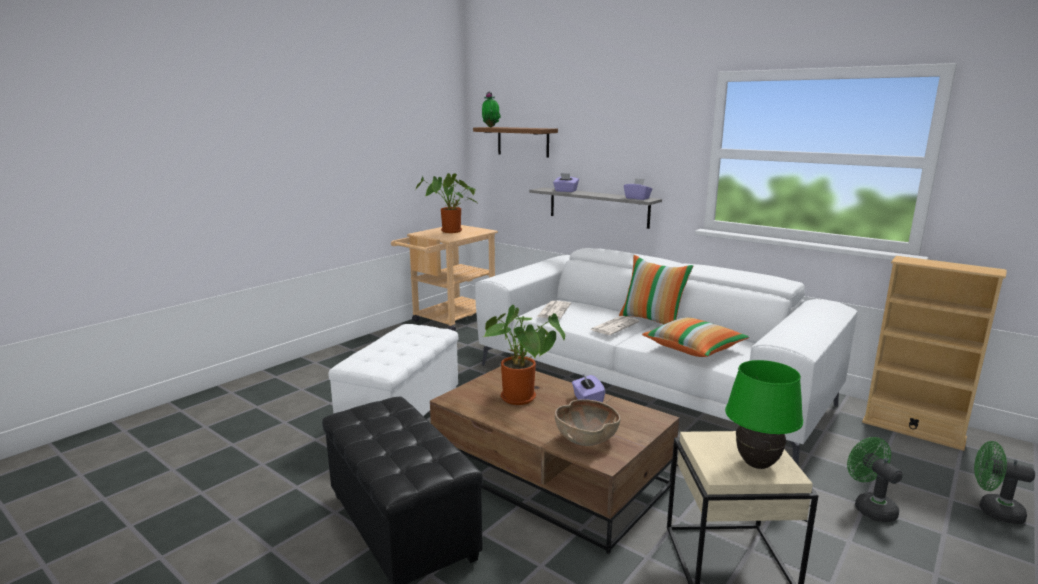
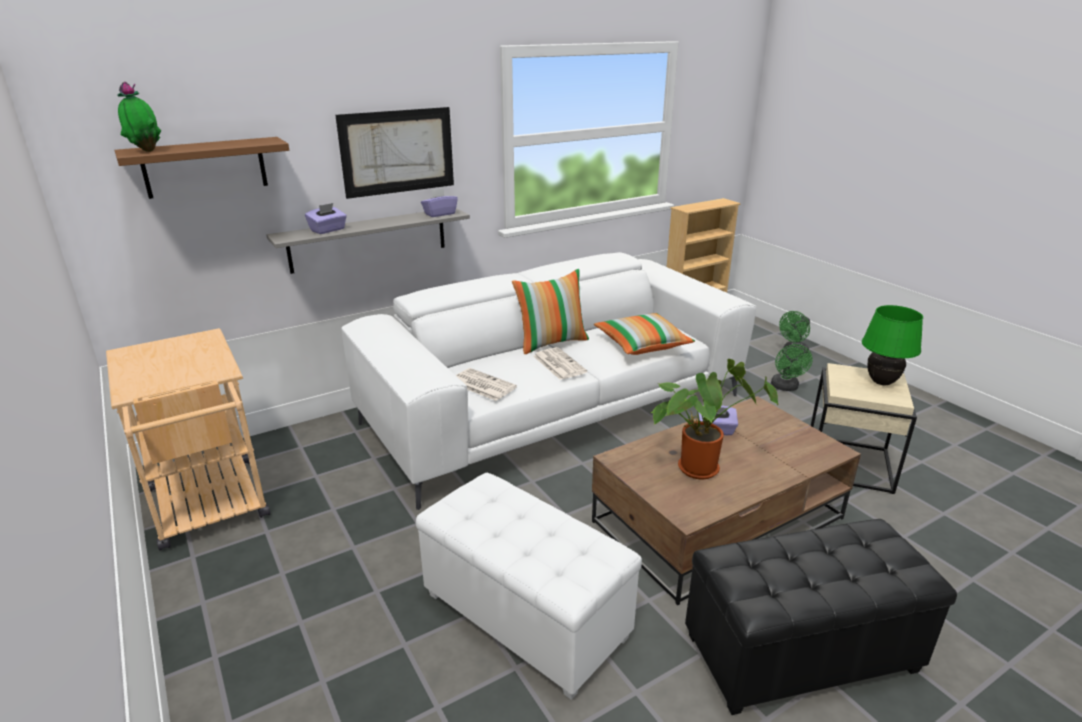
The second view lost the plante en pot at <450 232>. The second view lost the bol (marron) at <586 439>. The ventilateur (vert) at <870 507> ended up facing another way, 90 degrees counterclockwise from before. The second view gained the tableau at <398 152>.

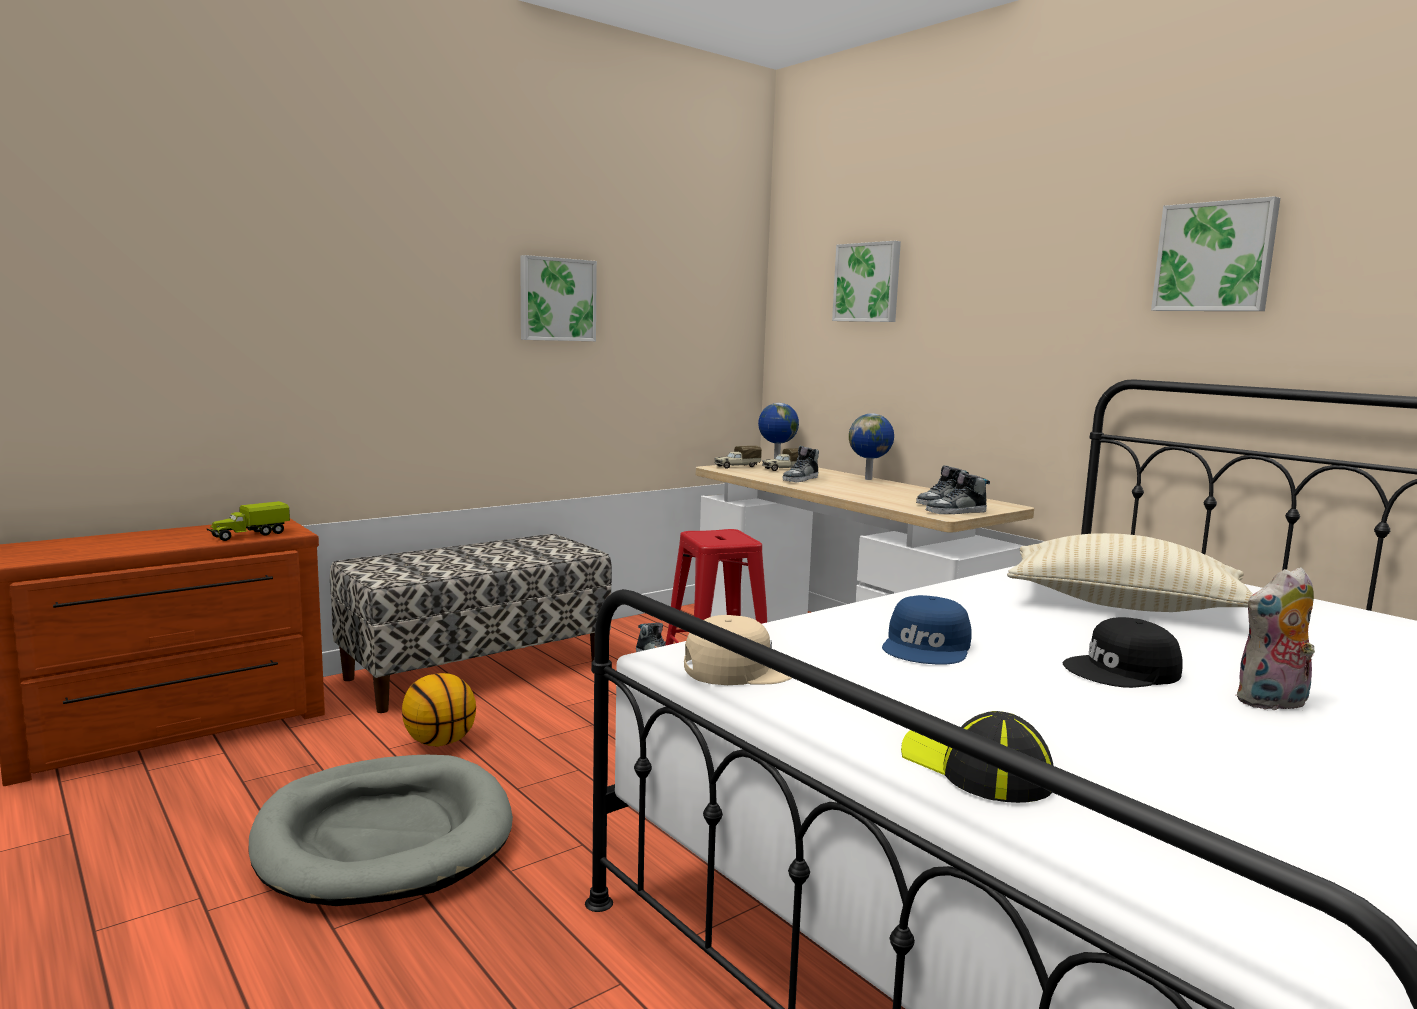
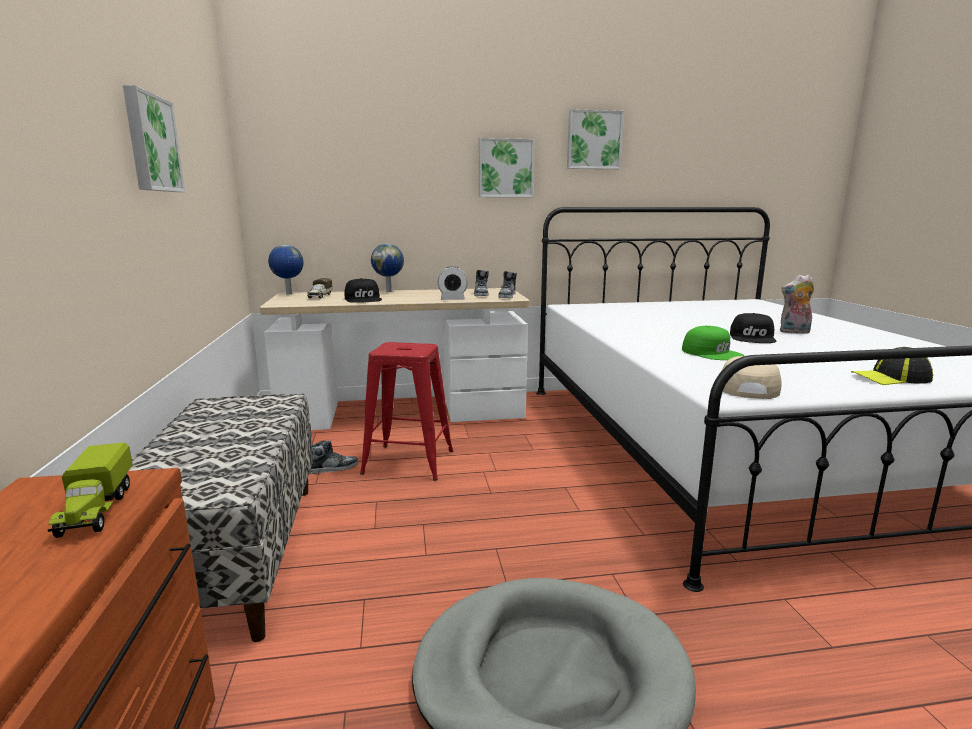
The tableau ended up elsewhere, having gone from <868 282> to <505 168>. The second view lost the camion jouet at <736 466>. Where the chaussure stood at <800 479>, the casquette (noir) came to stand at <364 299>. The second view lost the coussin (beige) at <1124 605>. The peluche at <1272 703> ended up facing another way, 75 degrees clockwise from before. What was the casquette (bleu) at <928 647> turned into the casquette (vert) at <712 353>. The second view lost the ballon de basket at <439 742>. The second view gained the réveil at <452 299>.

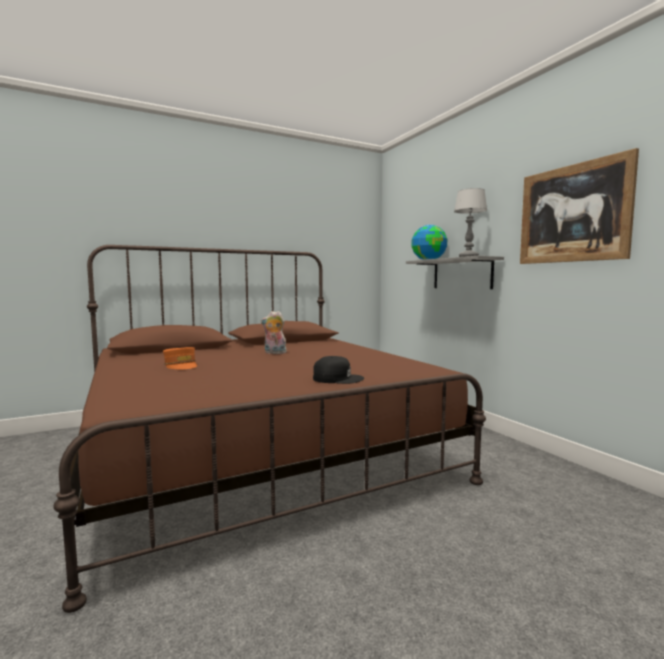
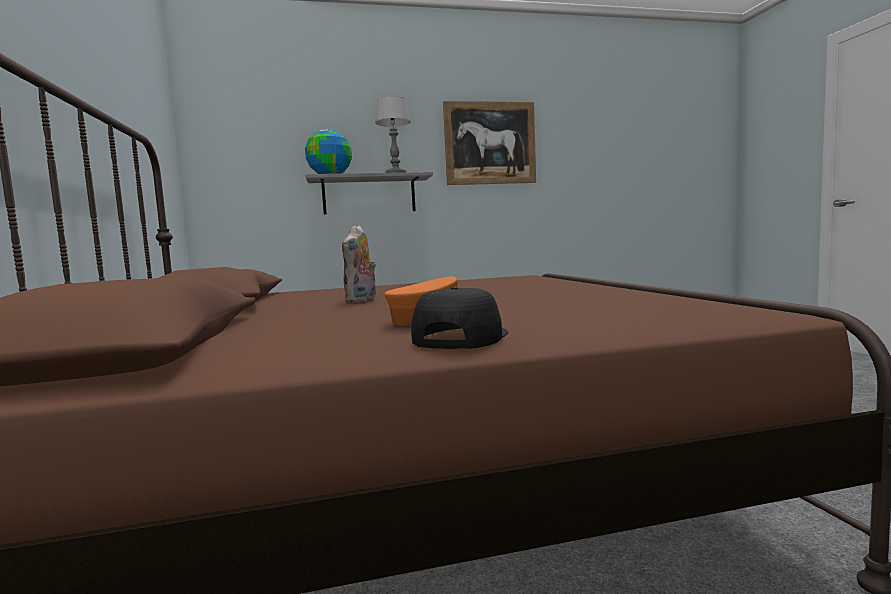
The casquette (noir) ended up elsewhere, having gone from <337 378> to <459 337>.

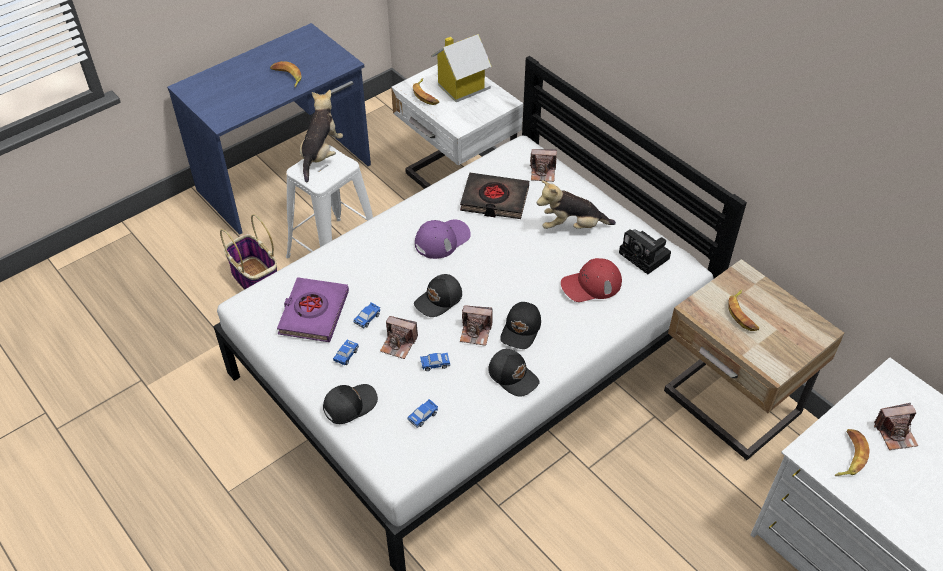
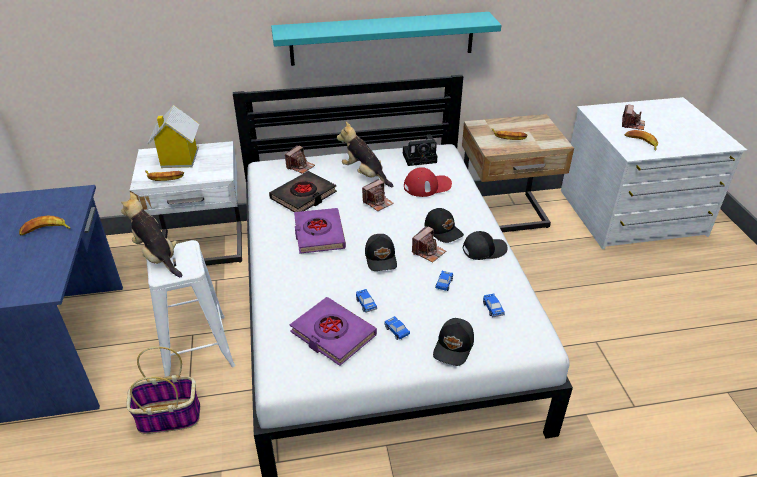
The peluche at <572 226> ended up facing another way, 105 degrees clockwise from before. Where the casquette (violet) stood at <442 239>, the livre (violet) came to stand at <319 234>. The casquette (rouge) at <591 284> ended up facing another way, 120 degrees counterclockwise from before. The appareil photo ended up elsewhere, having gone from <398 344> to <378 202>. The casquette (noir) at <349 405> ended up facing another way, 150 degrees counterclockwise from before. The second view gained the étagère (turquoise) at <382 38>.

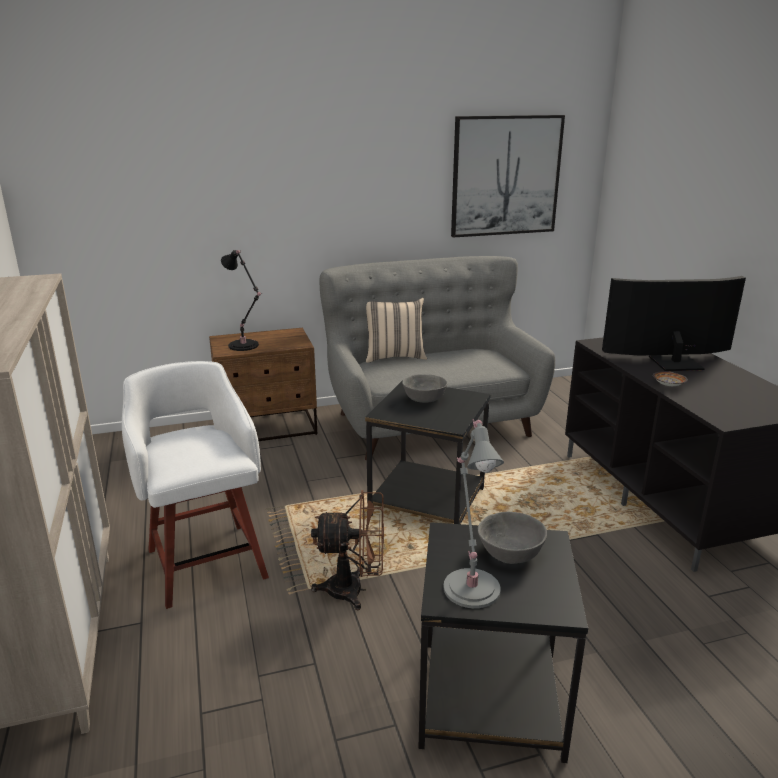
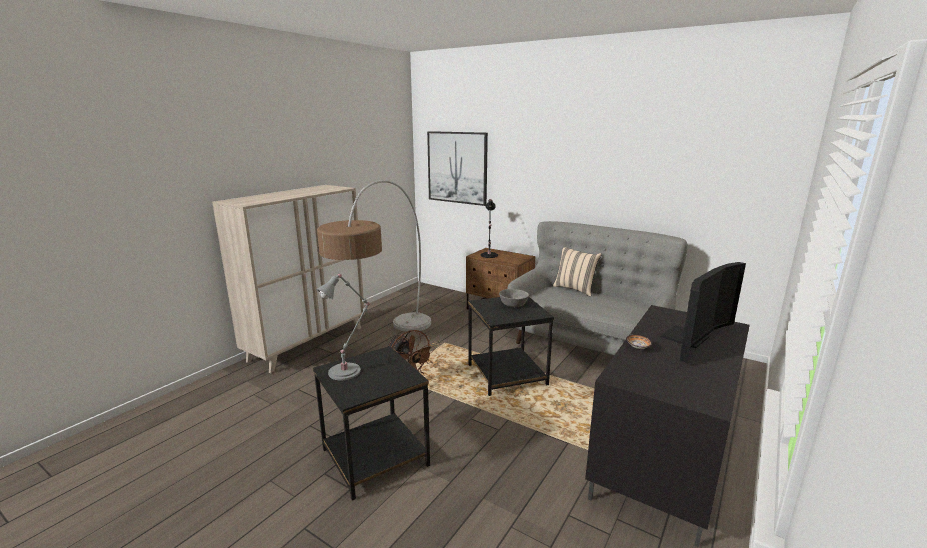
The tableau ended up elsewhere, having gone from <505 176> to <457 167>. The téléviseur at <673 360> ended up facing another way, 90 degrees clockwise from before. Where the tabouret (blanc) stood at <206 560>, the lampadaire came to stand at <384 346>. The second view lost the bol (gris) at <510 553>.

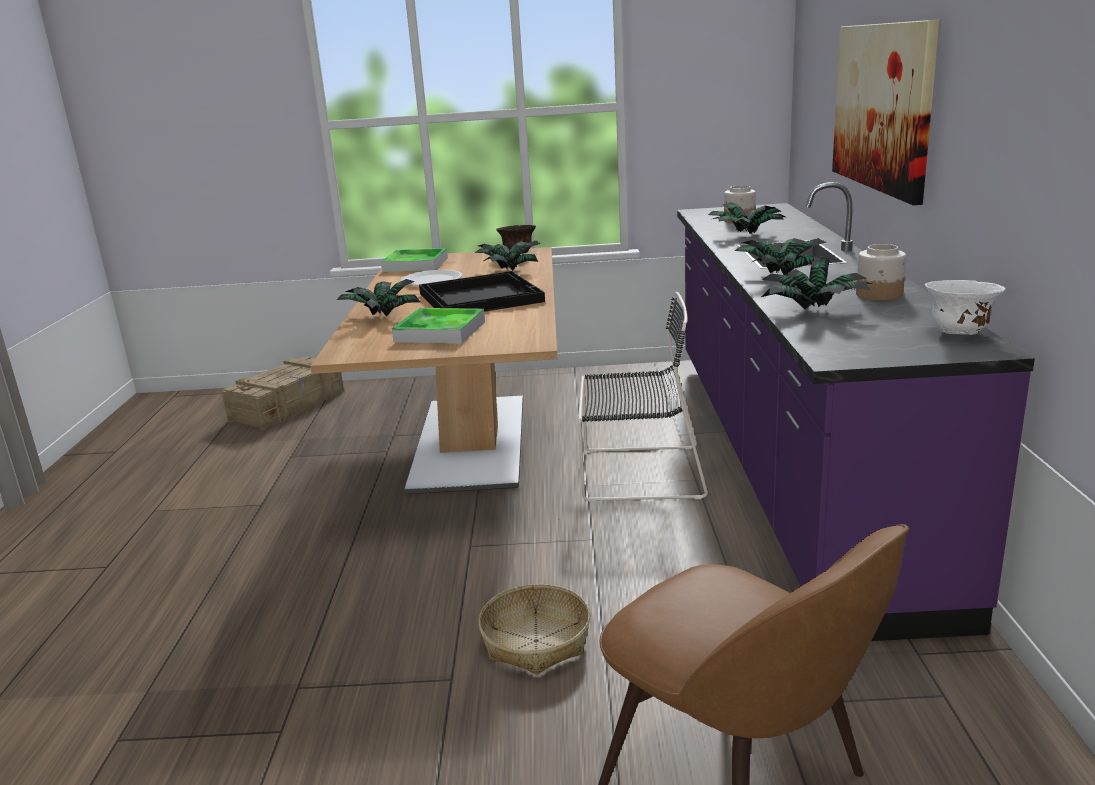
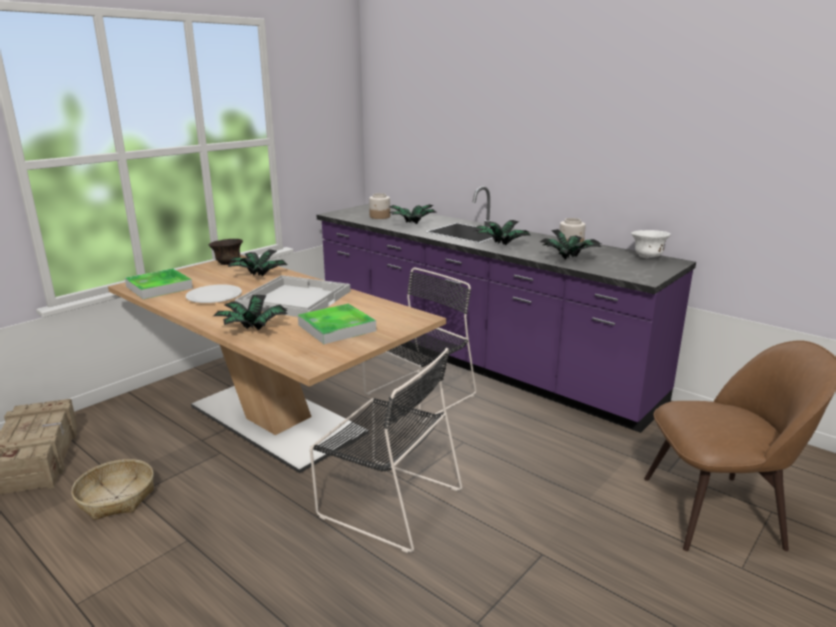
The second view lost the tableau at <882 107>. What was the plateau (noir) at <481 297> turned into the plateau (blanc) at <294 298>. The panier ended up elsewhere, having gone from <536 641> to <117 497>. The second view gained the chaise (noir) at <386 501>.

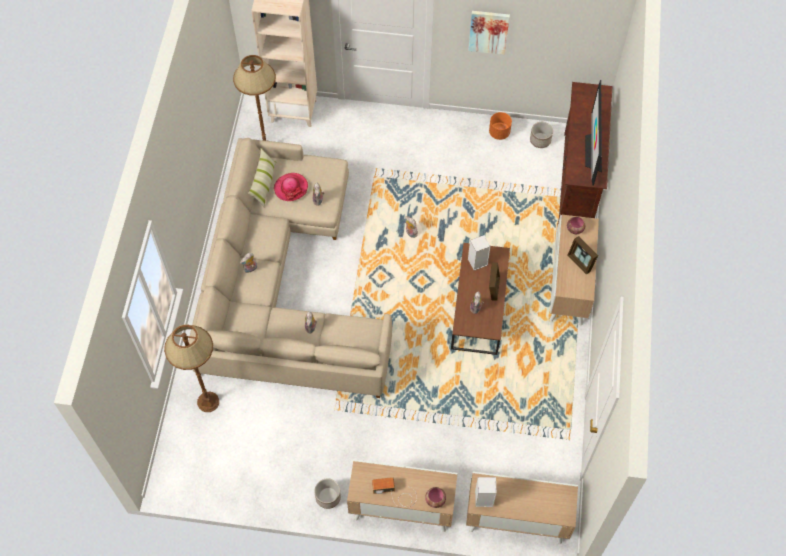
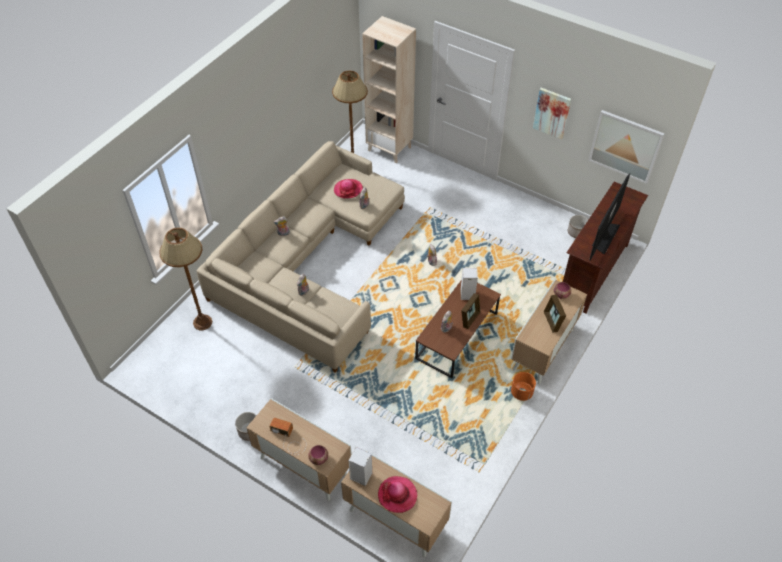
The cache-pot (orange) ended up elsewhere, having gone from <499 132> to <522 392>. The second view lost the coussin at <264 184>. The second view gained the tableau at <625 146>. The second view gained the chapeau at <397 495>.

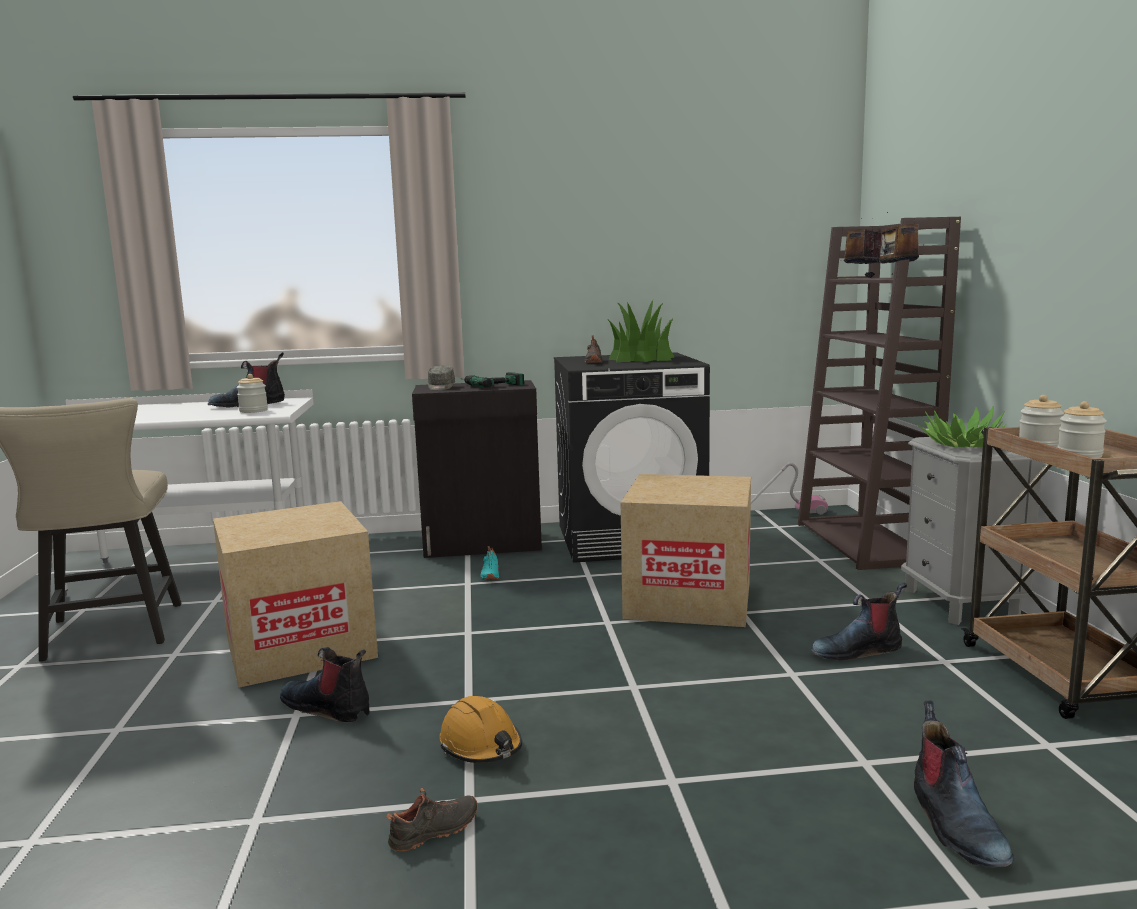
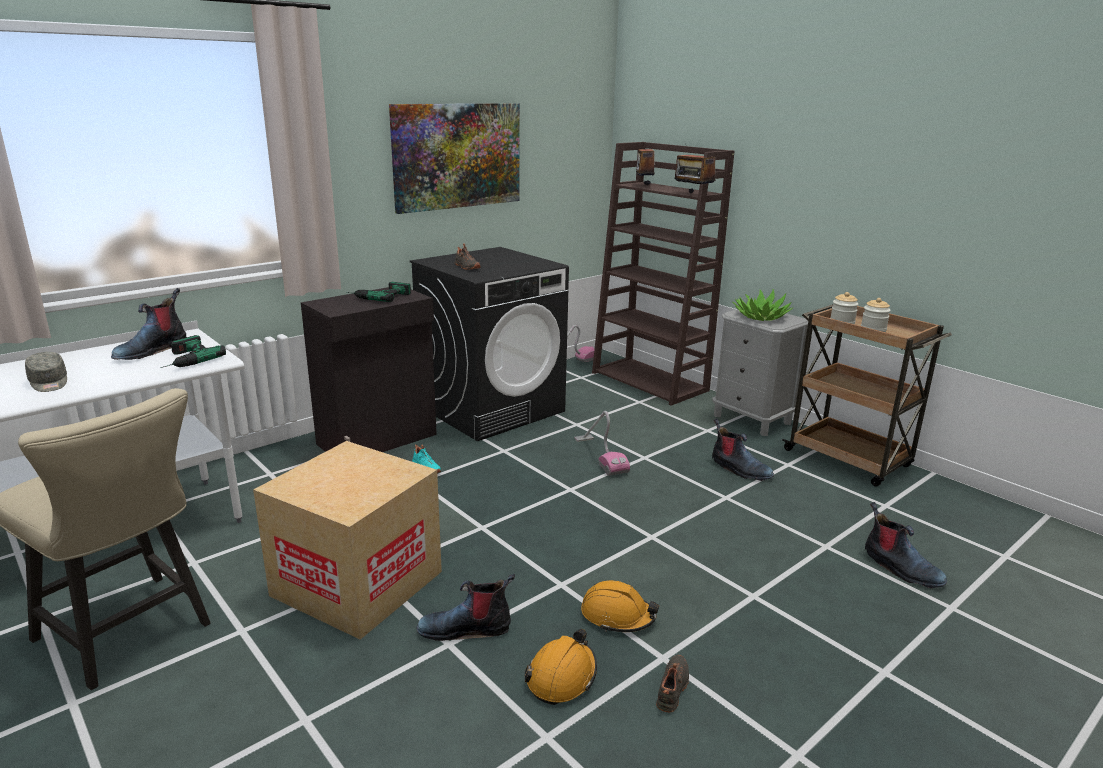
The second view lost the plante en pot at <641 358>. The casquette (gris) ended up elsewhere, having gone from <441 387> to <49 382>. Where the bocal stood at <253 411>, the perceuse came to stand at <183 360>. Where the carton stood at <688 600>, the aspirateur came to stand at <600 456>. The botte at <857 650> ended up facing another way, 90 degrees counterclockwise from before. The second view gained the tableau at <457 156>. The second view gained the casque de chantier (orange) at <562 676>.

